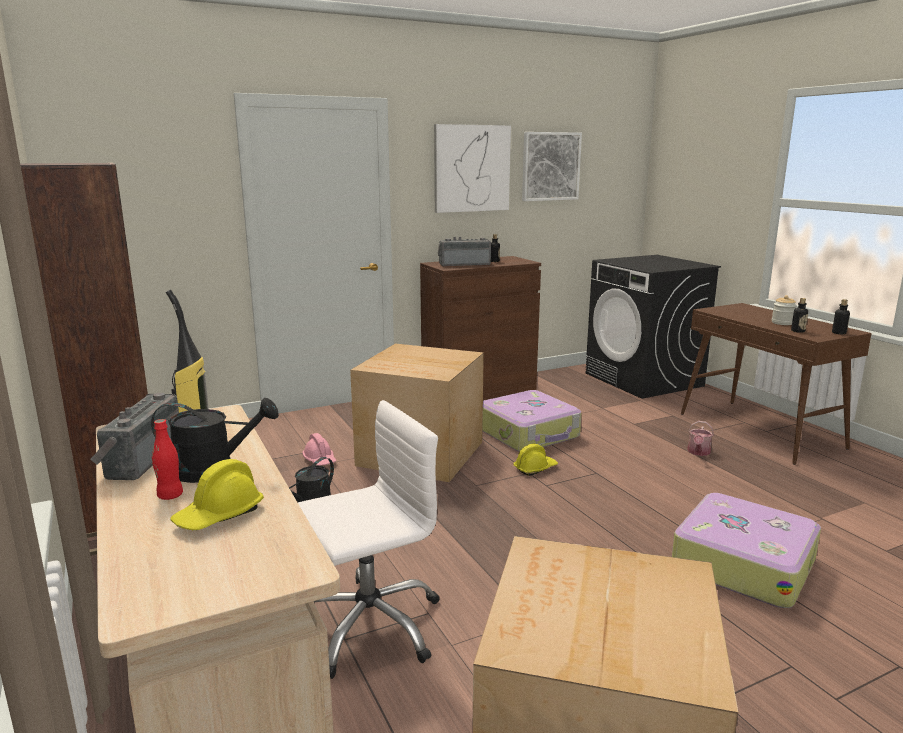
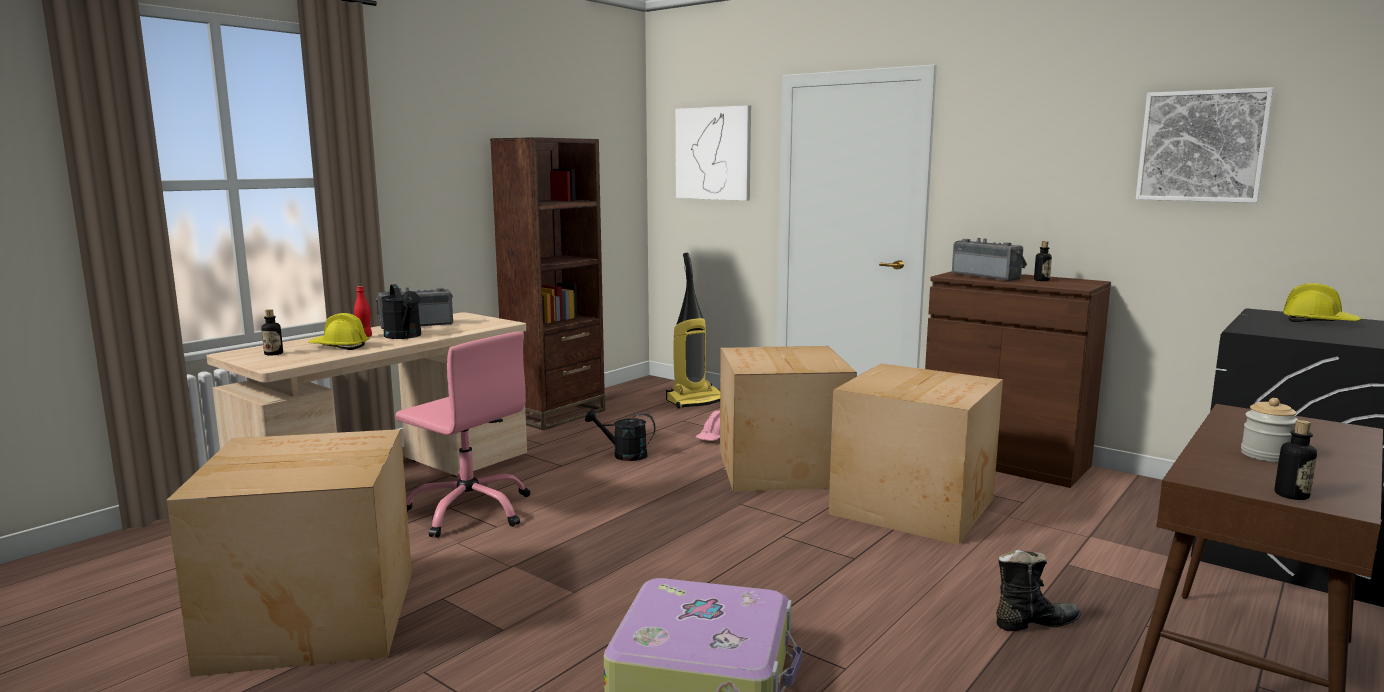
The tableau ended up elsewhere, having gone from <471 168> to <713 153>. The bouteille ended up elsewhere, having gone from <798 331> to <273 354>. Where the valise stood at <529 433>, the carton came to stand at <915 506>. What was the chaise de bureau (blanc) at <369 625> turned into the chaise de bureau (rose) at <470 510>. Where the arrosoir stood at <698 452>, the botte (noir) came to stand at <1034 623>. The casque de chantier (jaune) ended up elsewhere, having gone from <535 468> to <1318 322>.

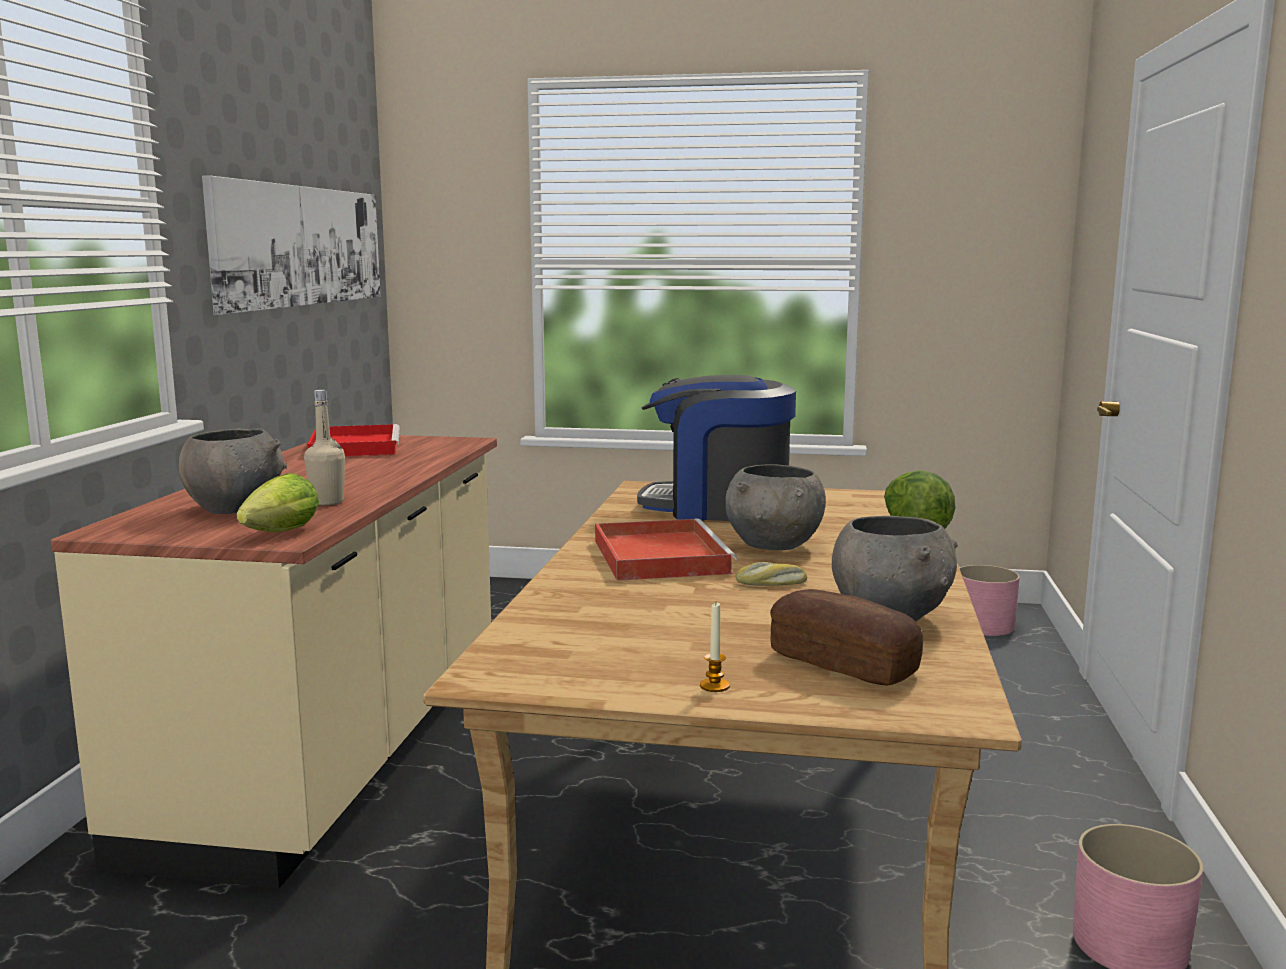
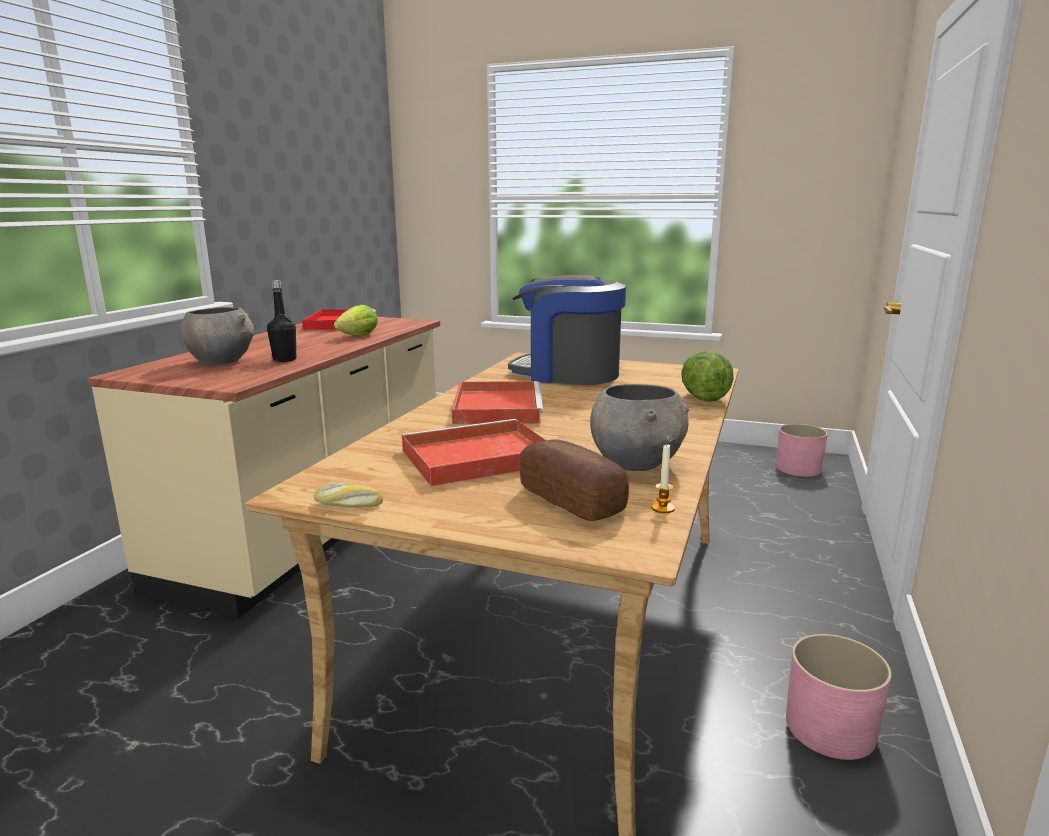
The second view lost the tableau at <301 246>. What was the bouteille (beige) at <327 502> turned into the bouteille (noir) at <285 359>. The second view lost the bol (gris) at <775 546>. The laitue ended up elsewhere, having gone from <278 534> to <356 336>. The pain ended up elsewhere, having gone from <771 583> to <348 504>. The bougie ended up elsewhere, having gone from <714 686> to <663 508>. The second view gained the plateau (rouge) at <474 458>.

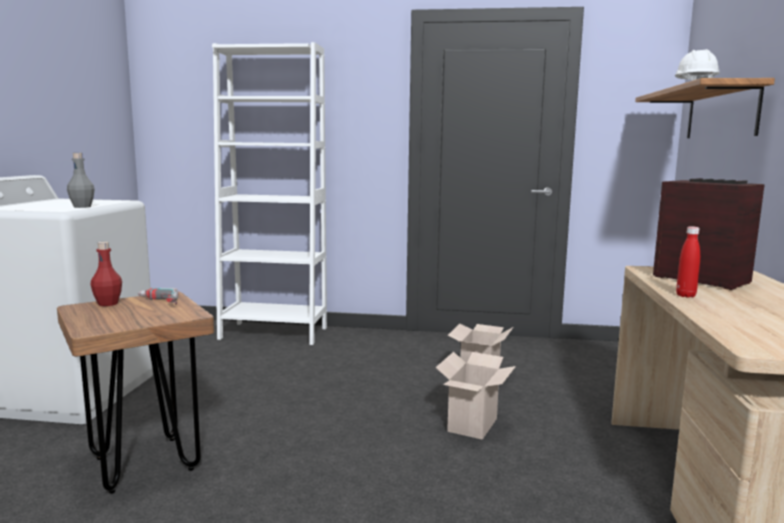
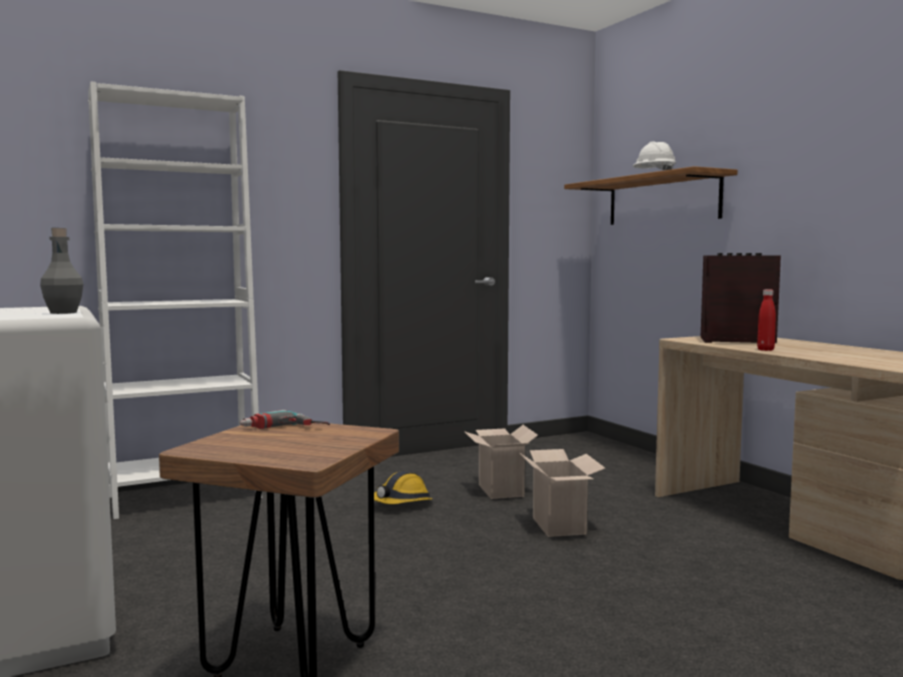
The second view lost the bouteille (rouge) at <108 304>. The second view gained the casque de chantier at <401 504>.

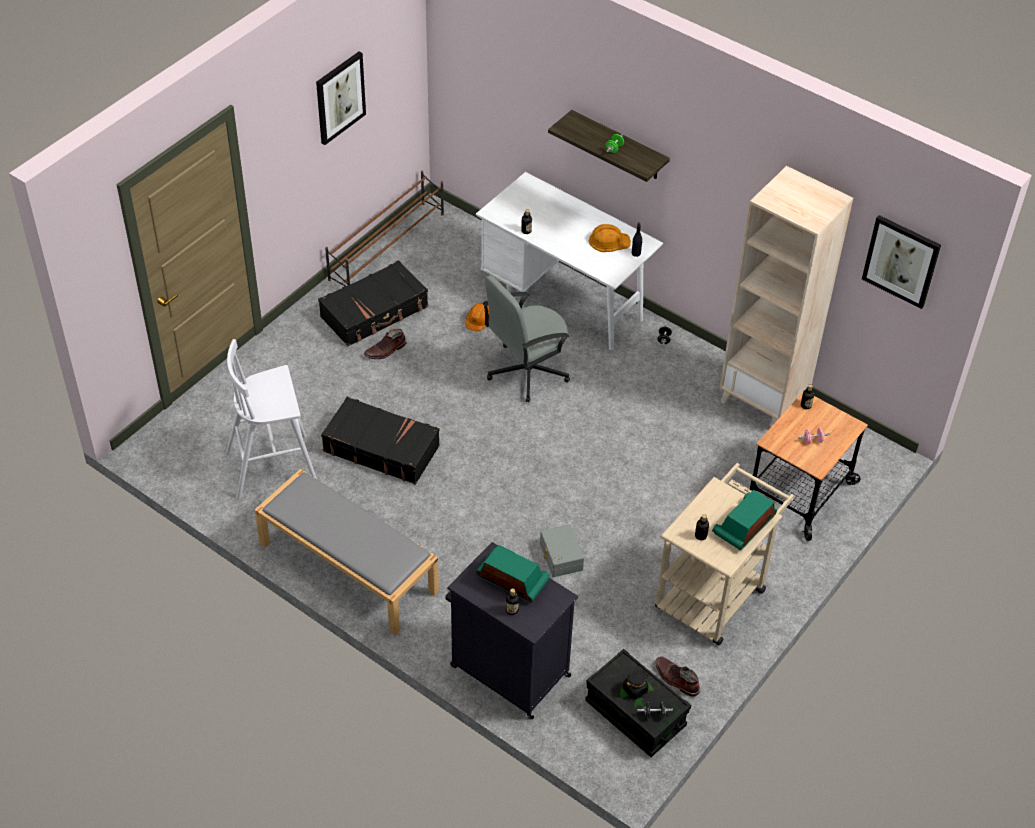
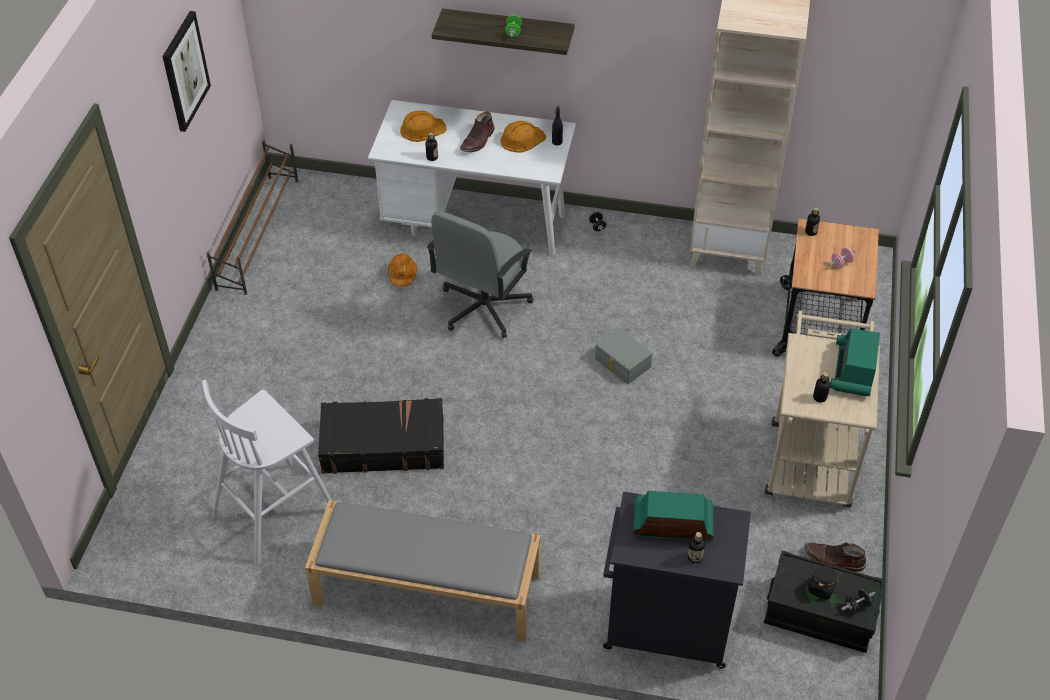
The second view lost the tableau at <901 261>. The second view lost the valise (noir) at <375 312>. The botte (marron) ended up elsewhere, having gone from <385 350> to <478 141>. The boîte de rangement (gris) ended up elsewhere, having gone from <560 557> to <622 363>. The second view gained the casque de chantier (orange) at <422 129>.

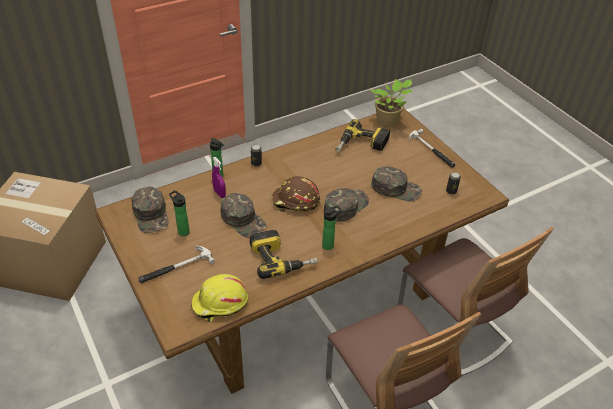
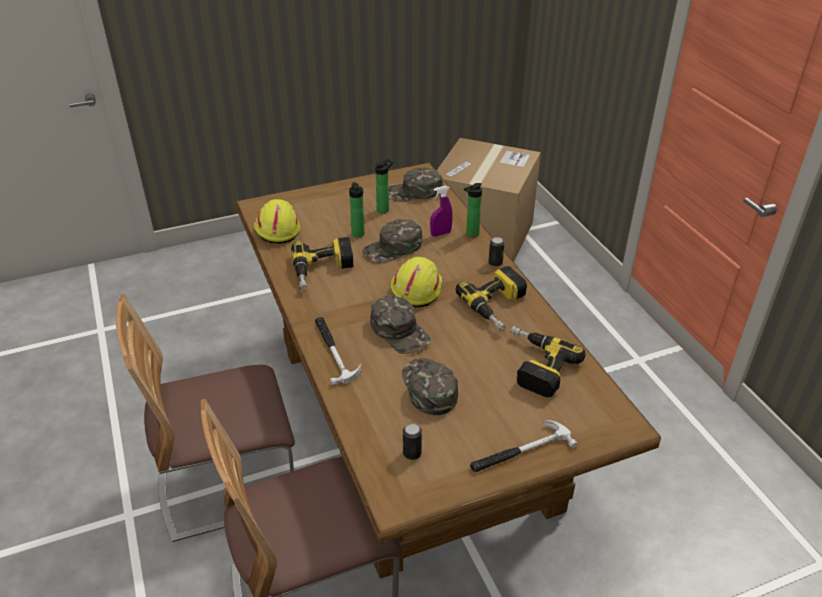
The second view lost the plante en pot at <388 122>. The casquette (vert) at <396 188> ended up facing another way, 135 degrees clockwise from before. What was the casque de chantier (marron) at <295 202> turned into the casque de chantier (jaune) at <416 289>. The bouteille ended up elsewhere, having gone from <329 245> to <358 235>. The marteau ended up elsewhere, having gone from <175 268> to <333 351>. The second view gained the perceuse at <499 306>.

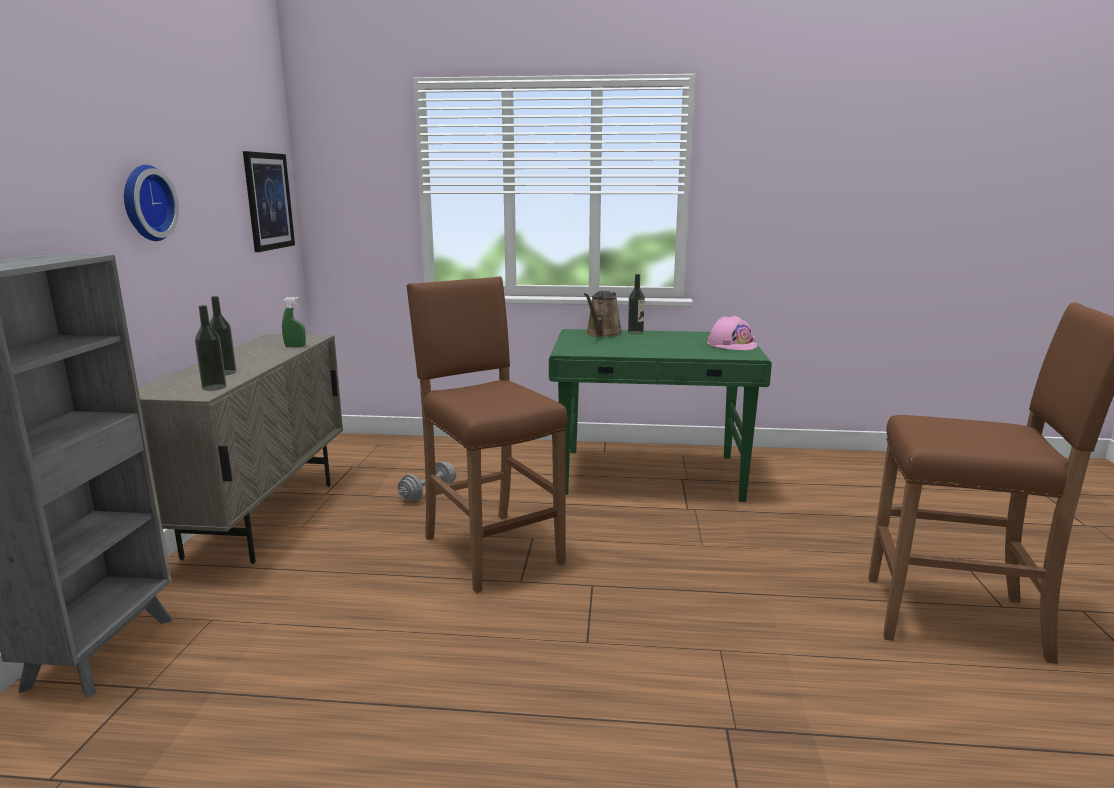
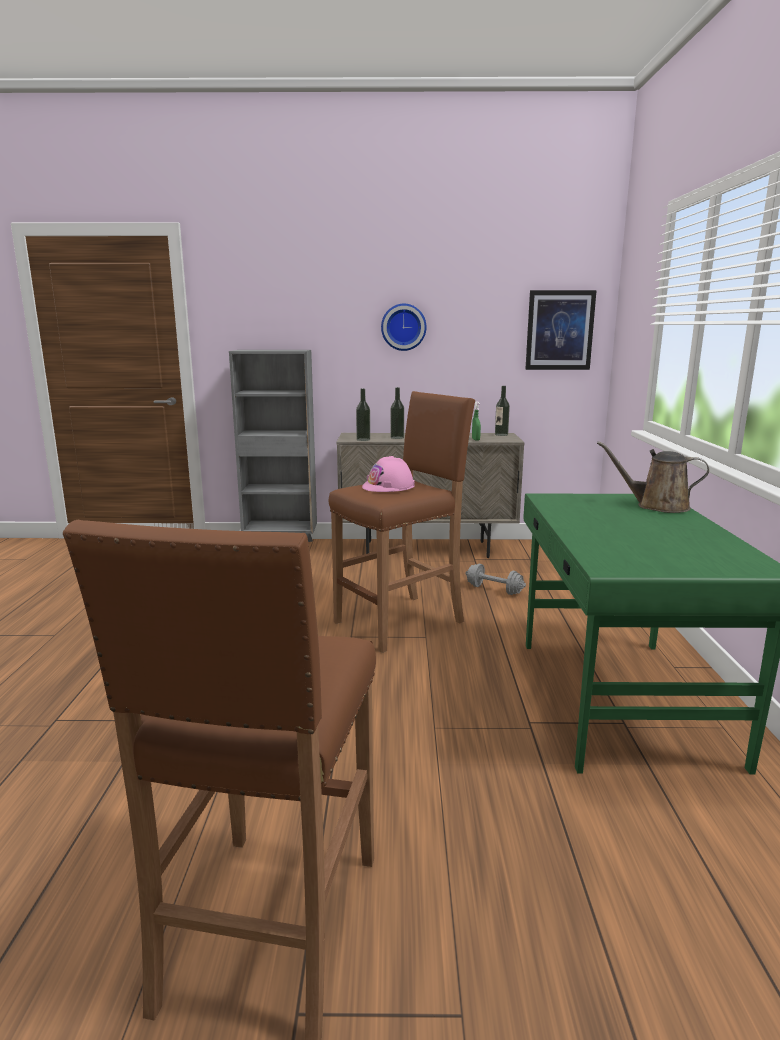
The bouteille ended up elsewhere, having gone from <635 332> to <501 434>. The casque de chantier (rose) ended up elsewhere, having gone from <732 344> to <388 486>.

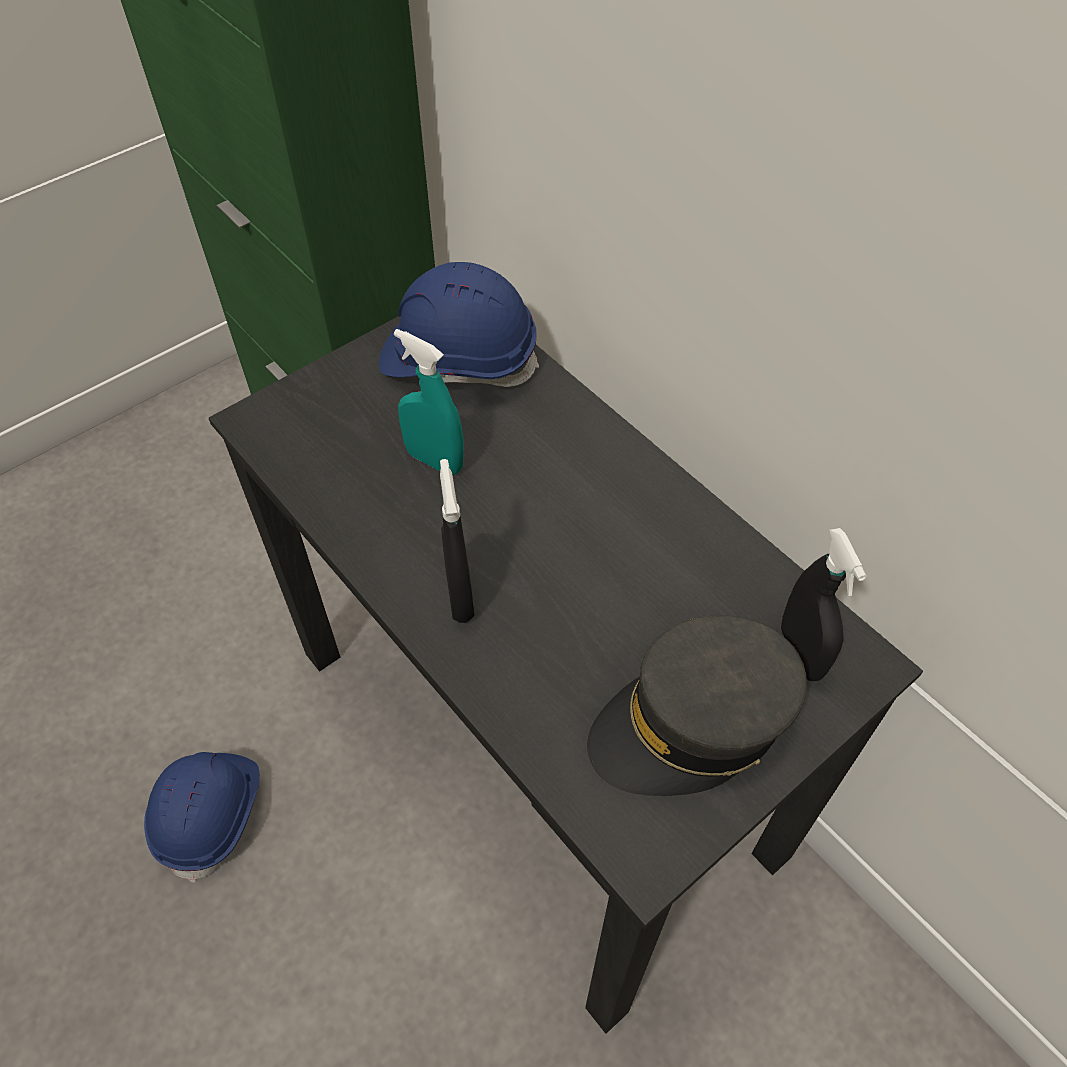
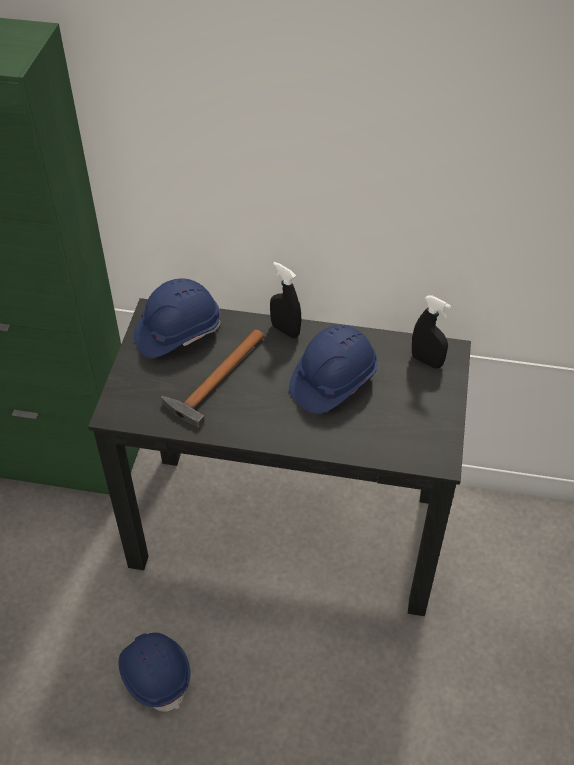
Where the vaporisateur (turquoise) stood at <434 460>, the marteau came to stand at <215 380>. The vaporisateur (noir) ended up elsewhere, having gone from <460 596> to <285 330>. The second view lost the casquette (gris) at <693 723>. The second view gained the casque de chantier (bleu) at <332 381>.

